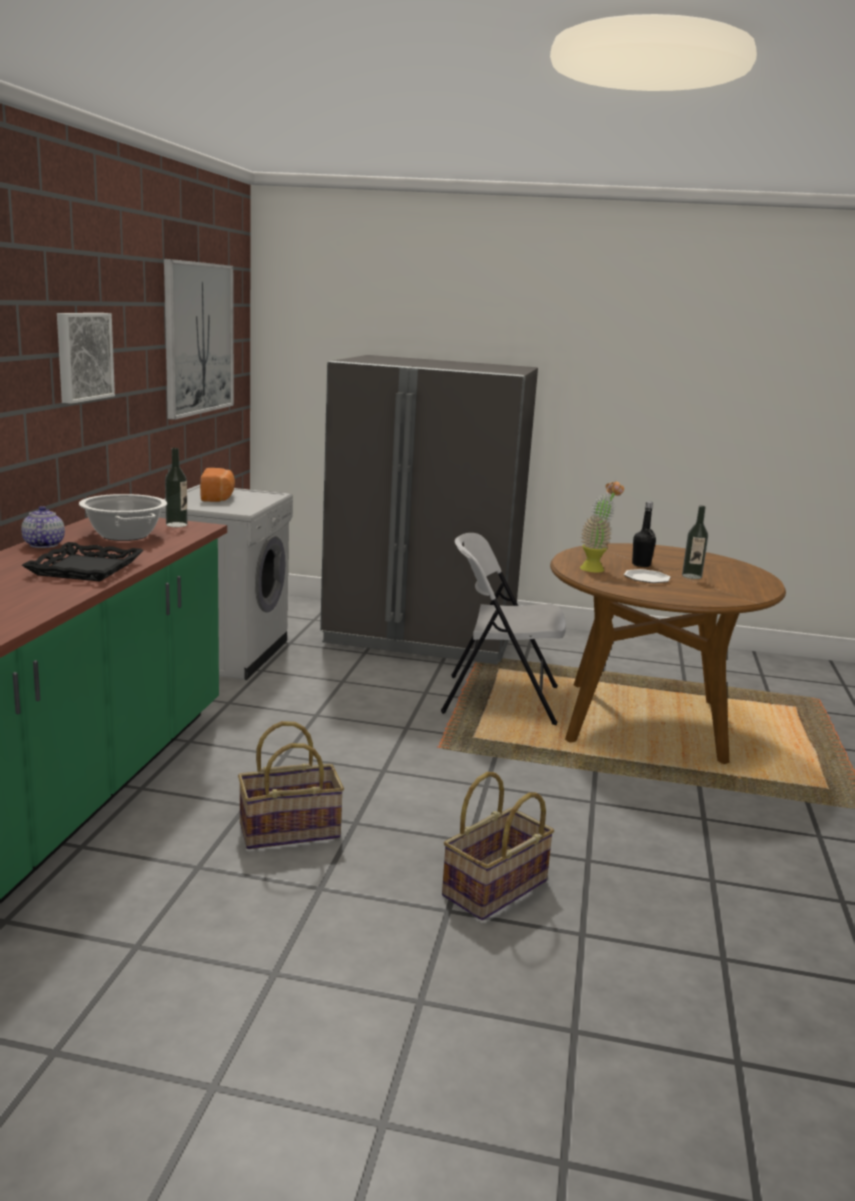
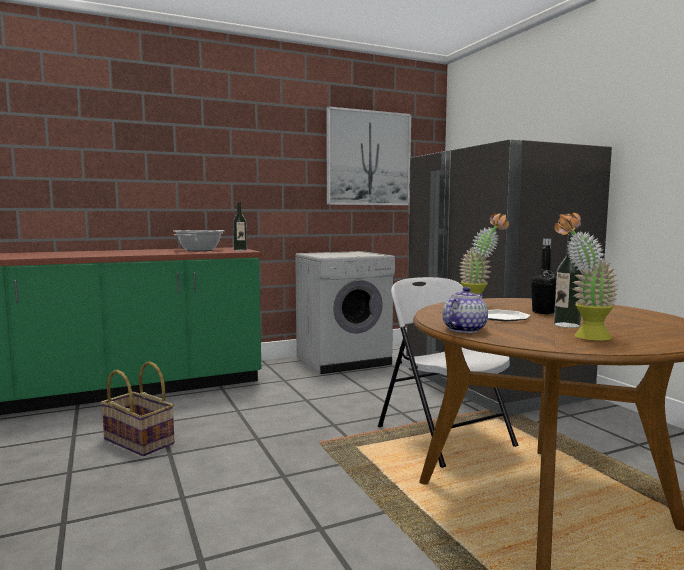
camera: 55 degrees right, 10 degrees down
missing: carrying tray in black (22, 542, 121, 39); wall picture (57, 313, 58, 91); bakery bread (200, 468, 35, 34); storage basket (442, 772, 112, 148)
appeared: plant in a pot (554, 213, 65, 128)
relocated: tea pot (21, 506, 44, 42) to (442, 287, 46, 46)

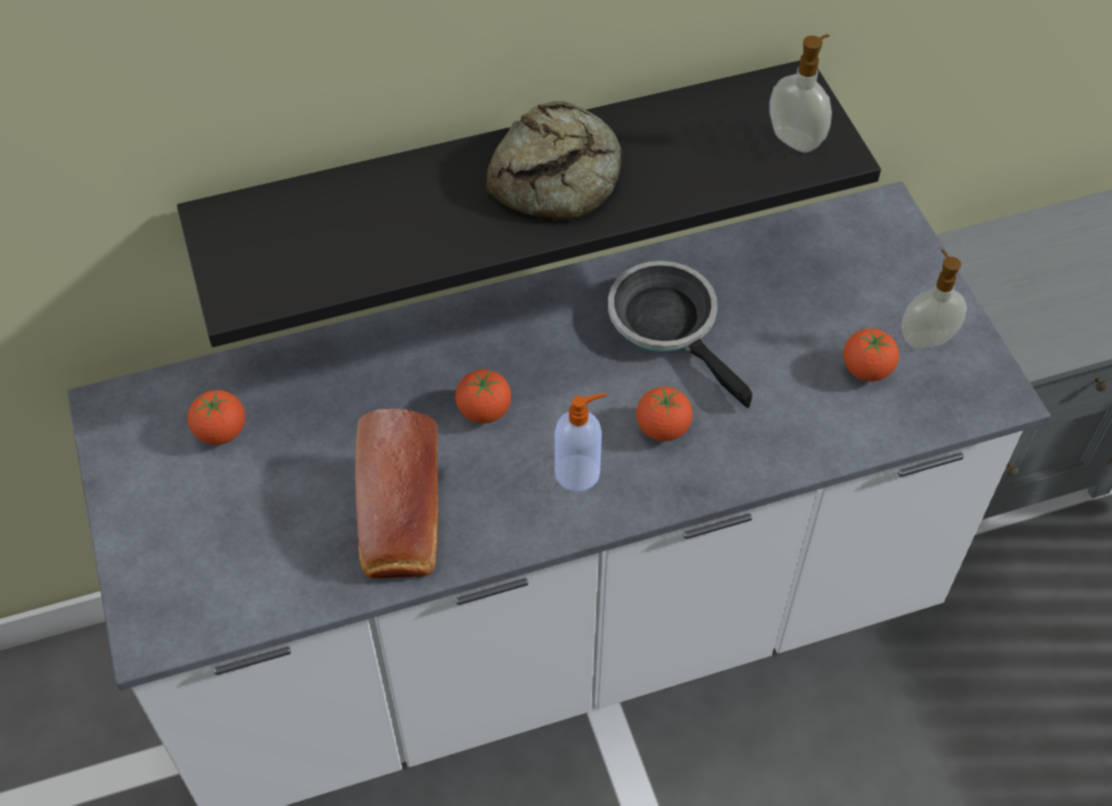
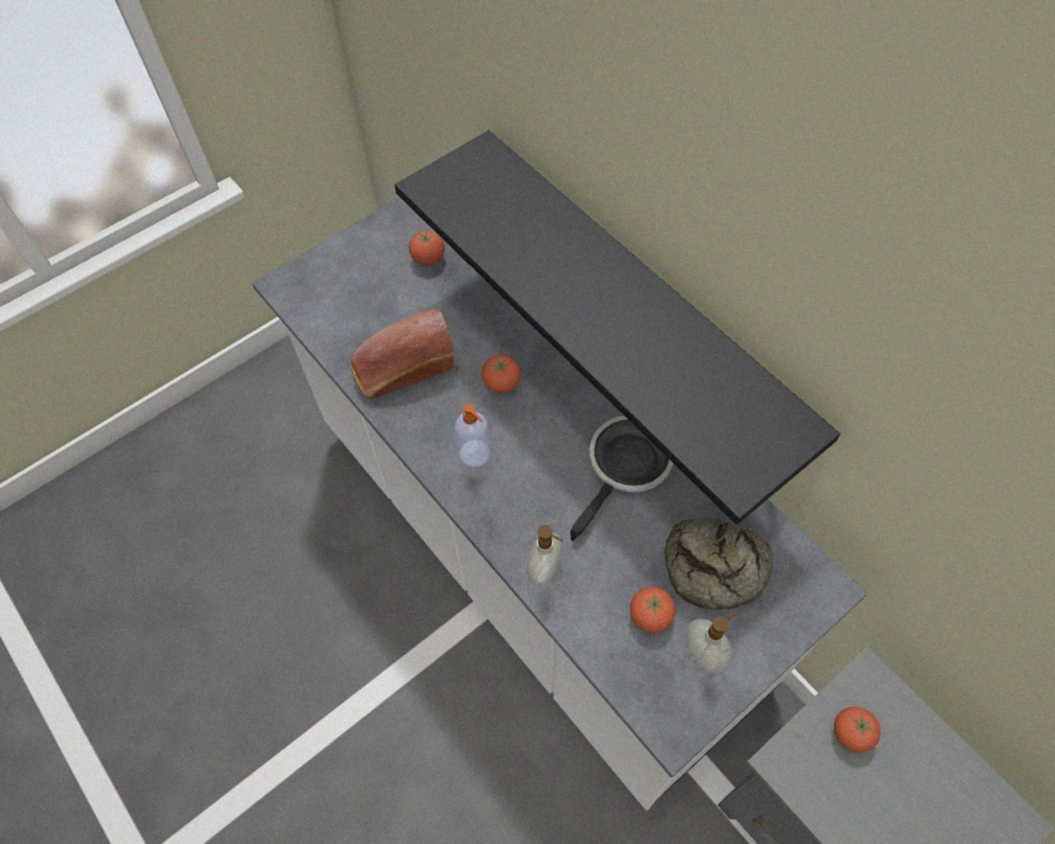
camera: 70 degrees right, 5 degrees up
relocated: soap bottle (769, 34, 63, 118) to (527, 525, 36, 61); bakery bread (487, 101, 134, 119) to (665, 519, 108, 91); whole tomato (636, 387, 57, 54) to (834, 706, 46, 47)

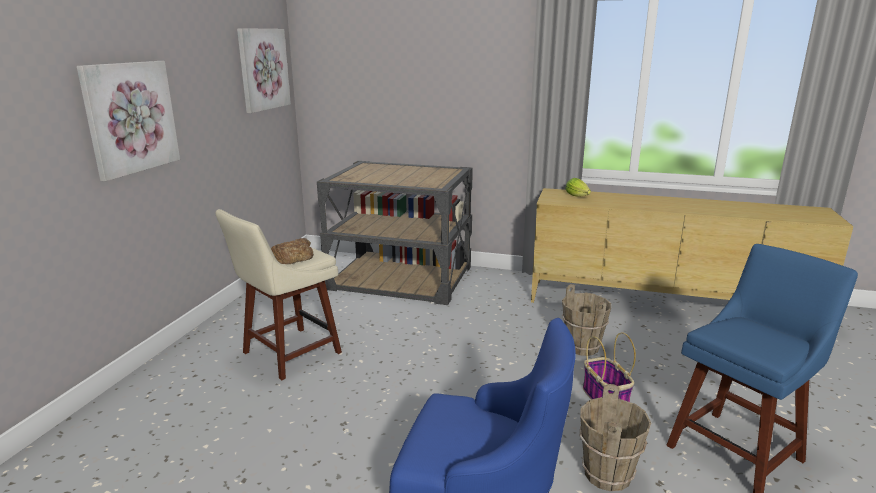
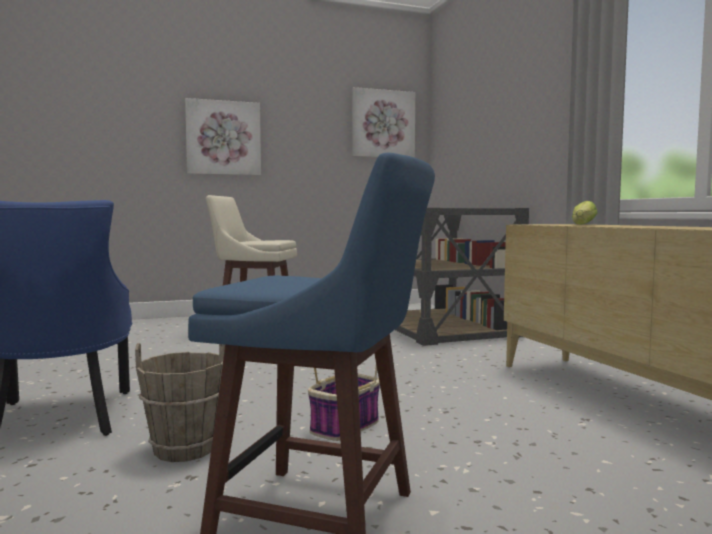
camera: 55 degrees right, 15 degrees down
missing: bakery bread (271, 238, 43, 26); pail in brownish (562, 284, 49, 72)

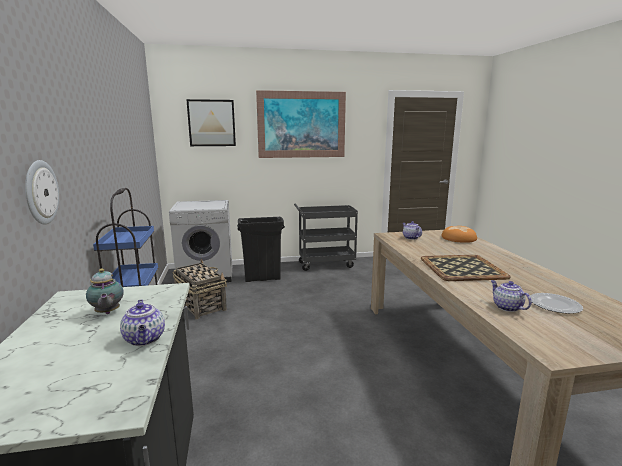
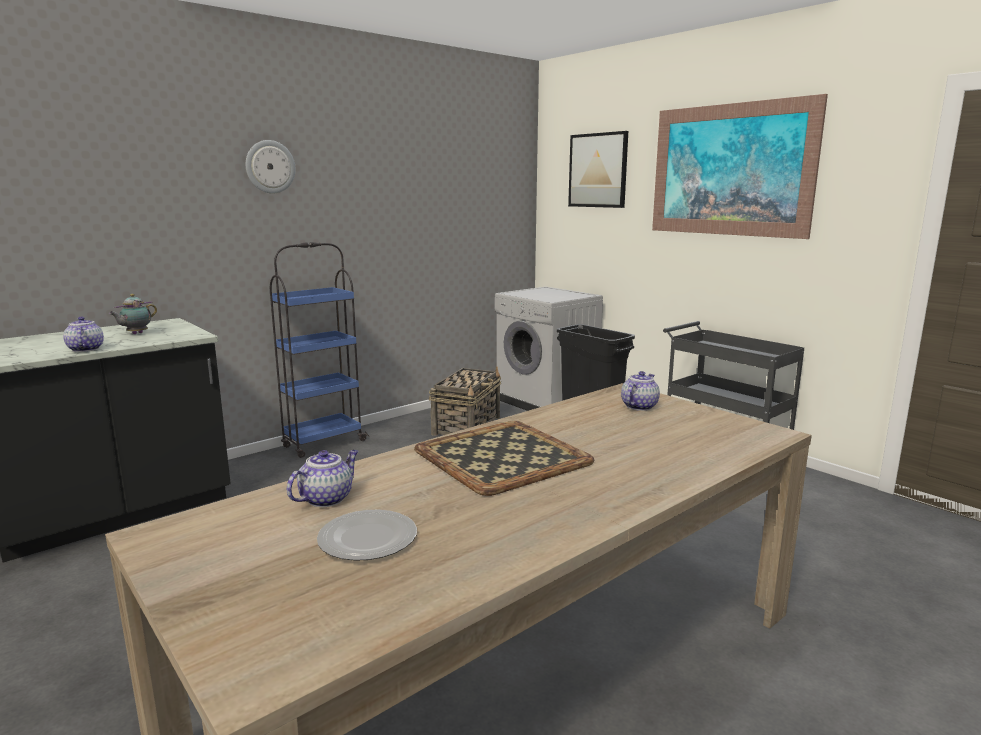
camera: 60 degrees right, 0 degrees up
missing: bakery bread (441, 226, 36, 17)
relocated: wall clock (25, 160, 34, 65) to (246, 140, 50, 54)
spun: tea pot (120, 299, 45, 47) = (63, 317, 41, 35) 120 degrees clockwise

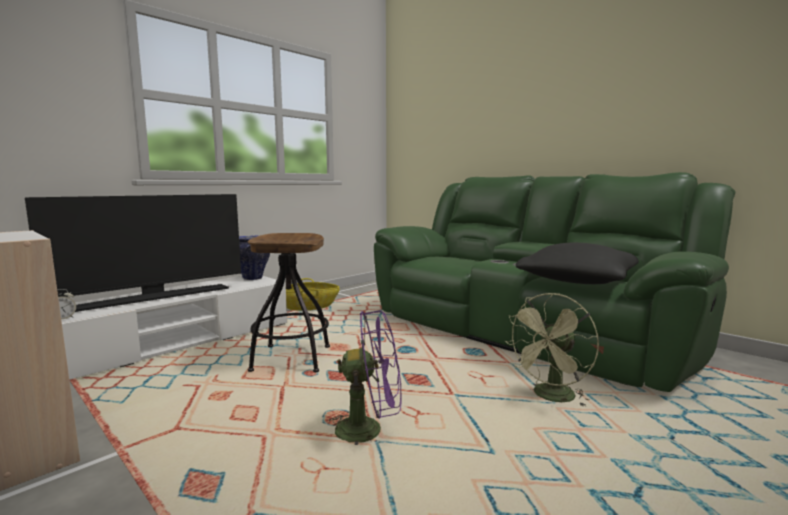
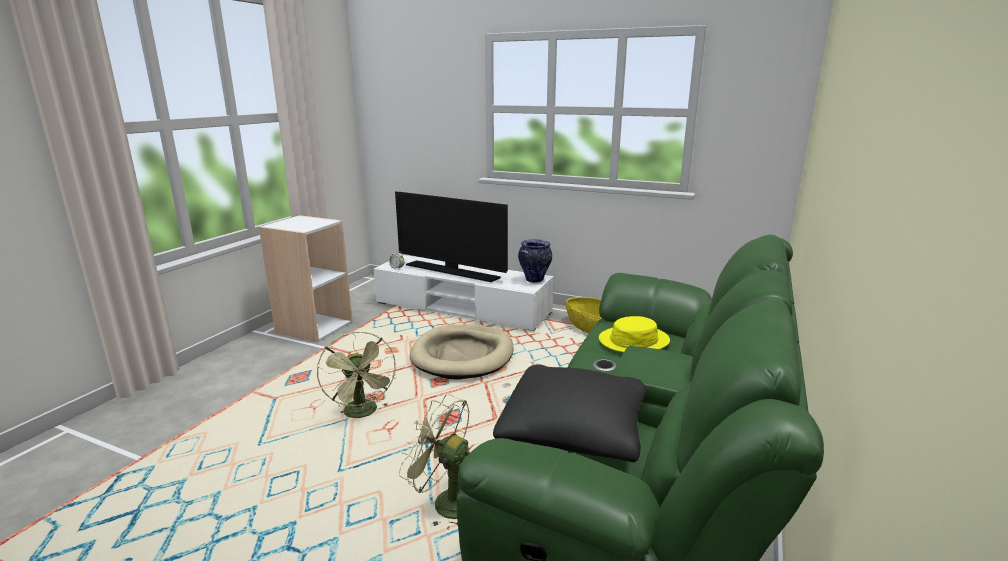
camera: 70 degrees right, 10 degrees up
appeared: wearable hat in yellow-coloured (599, 316, 71, 36)
exchanged: sitting stool in brownish (248, 233, 82, 139) to dog bed in sand-coloured (410, 324, 104, 56)
colour: electric fan in purple-coloured (329, 310, 72, 135) to electric fan in green (317, 331, 80, 87)

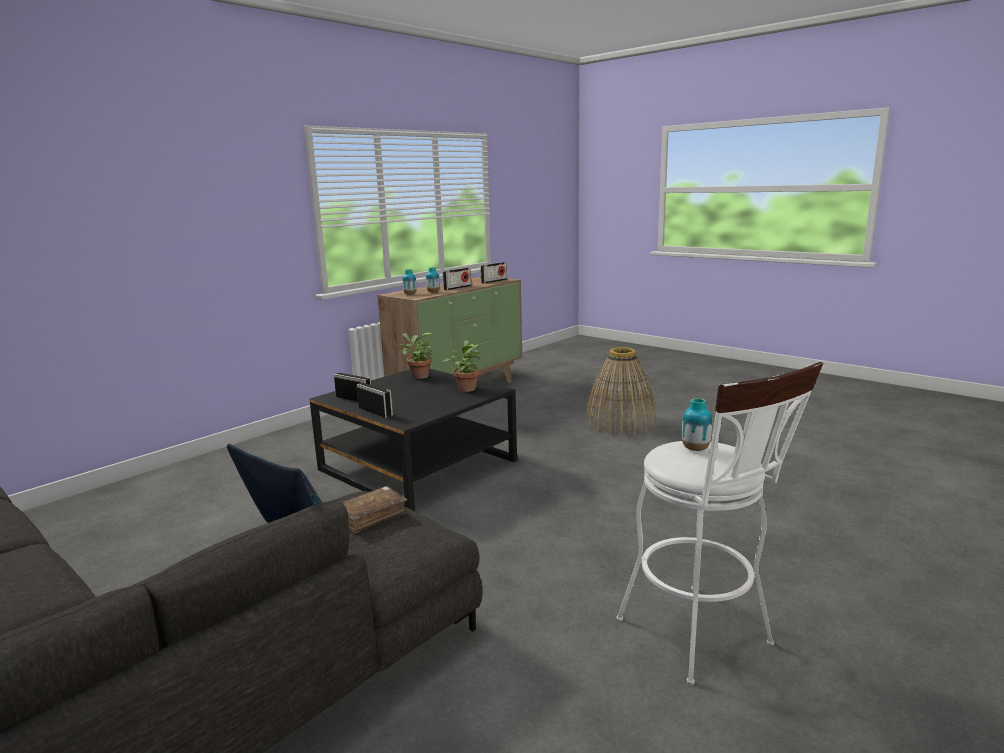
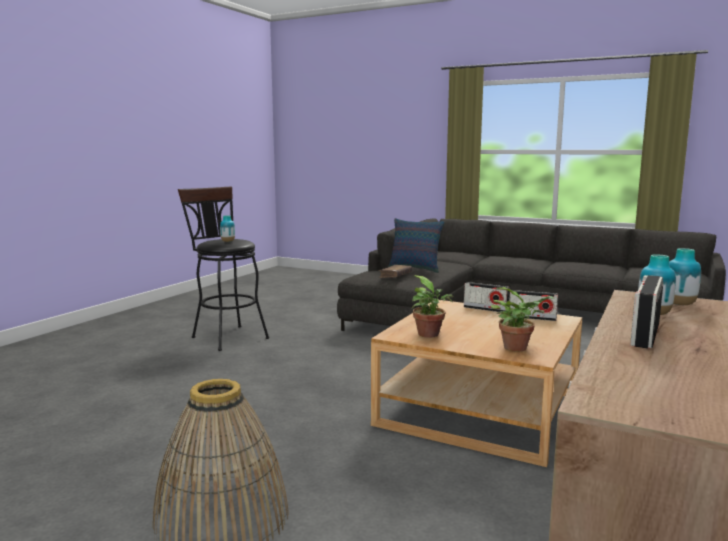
camera: 165 degrees right, 5 degrees down
missing: radio receiver (480, 262, 27, 22)
colour: sitting stool in white (616, 362, 207, 323) to sitting stool in black (178, 186, 91, 165); lounge table in black (309, 369, 208, 142) to lounge table in sand-coloured (371, 300, 211, 167)

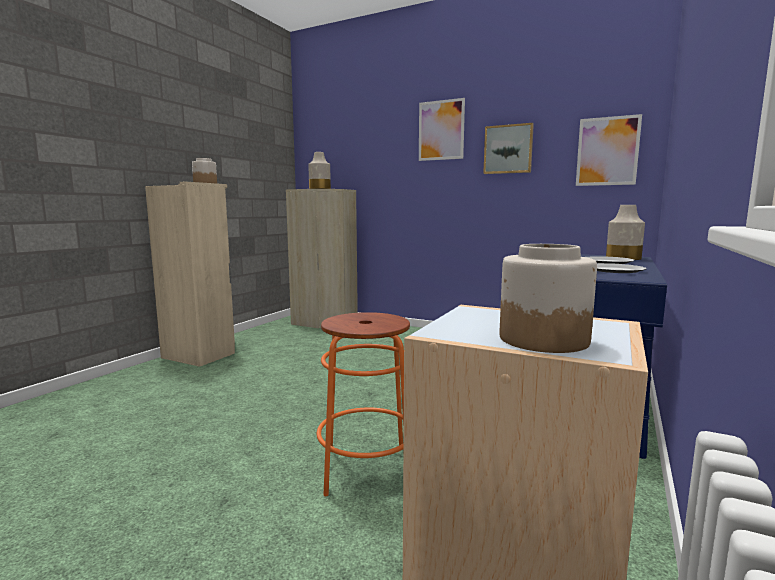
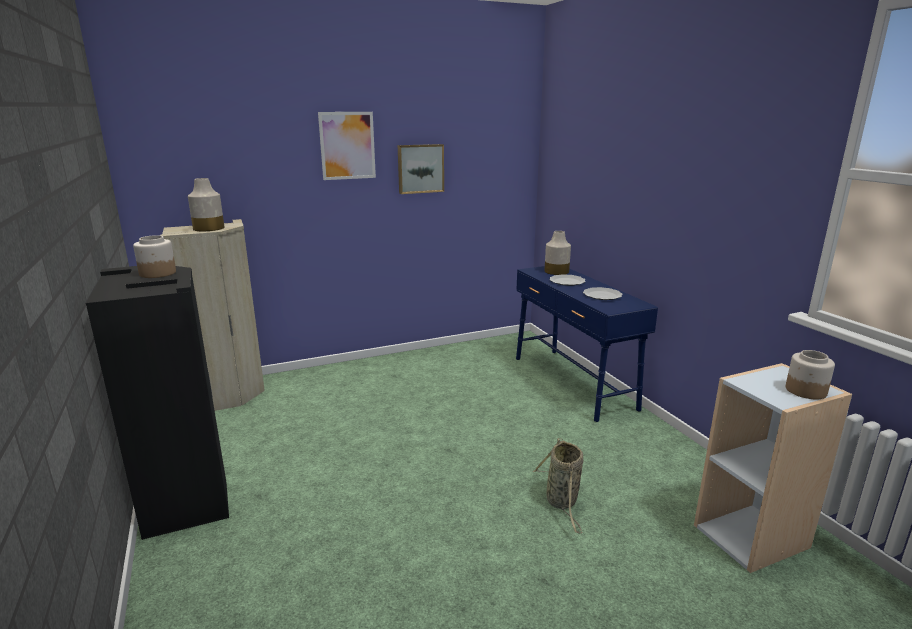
camera: 50 degrees left, 10 degrees up
missing: wall picture (576, 114, 66, 72)
exchanged: sitting stool in orange-coloured (317, 312, 93, 184) to storage basket (533, 438, 50, 96)
colour: storage cabinet in sand-coloured (145, 182, 90, 185) to storage cabinet in black (86, 266, 143, 274)

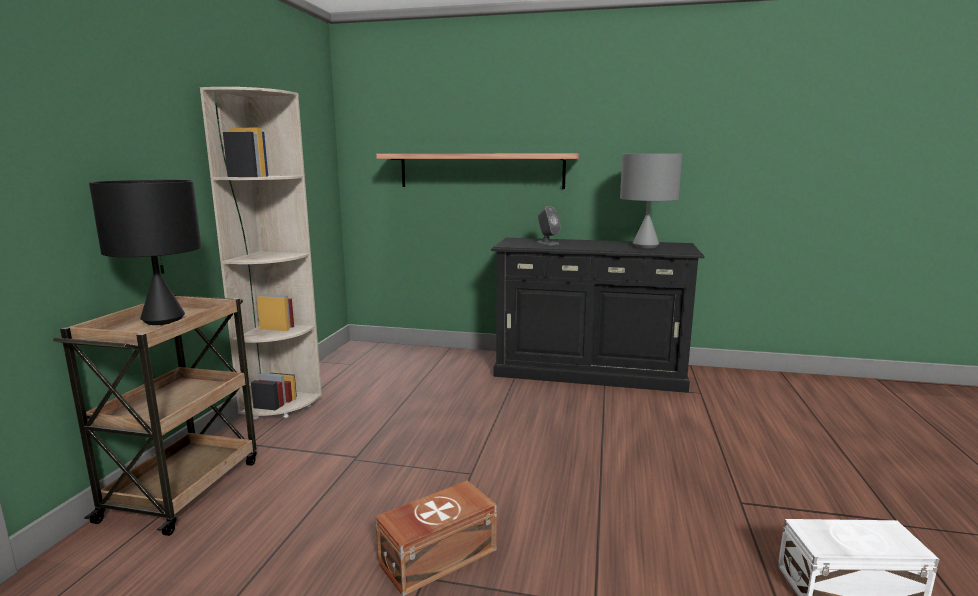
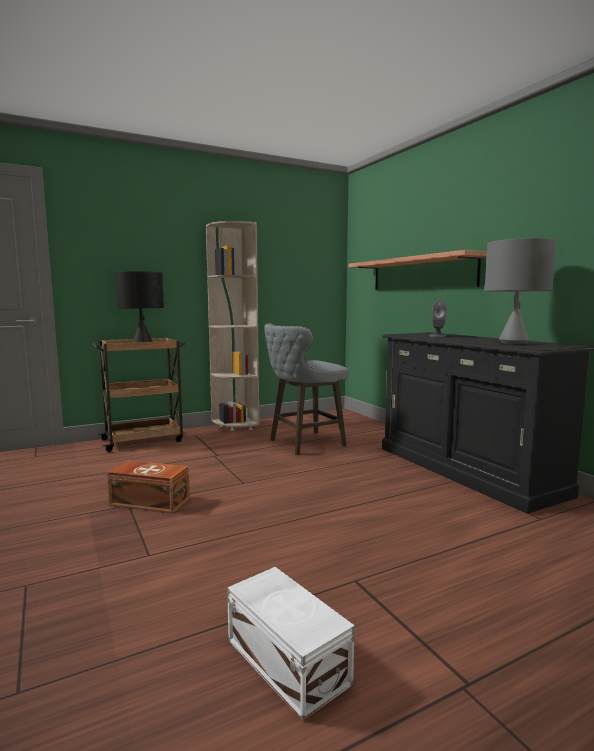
camera: 50 degrees right, 5 degrees down
appeared: sitting stool in gray (264, 323, 85, 132)

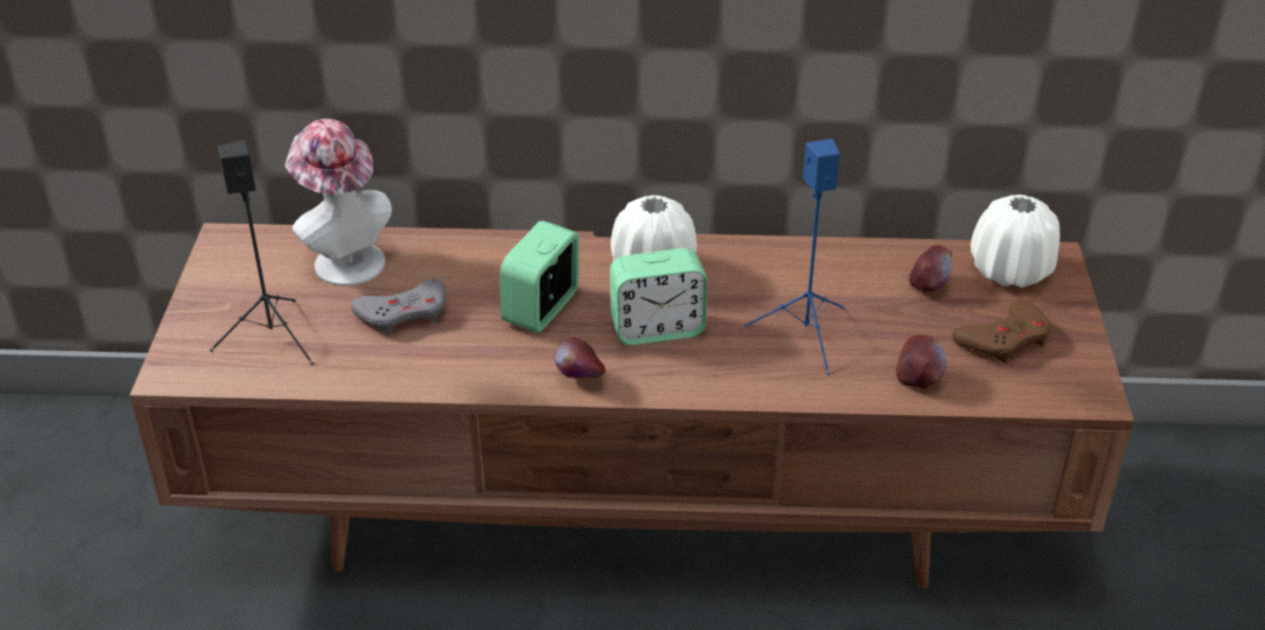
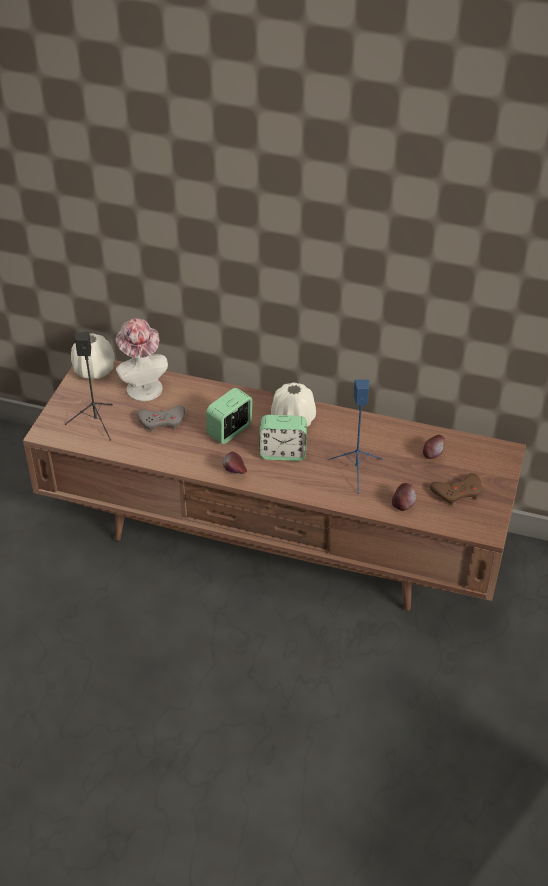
camera: 15 degrees right, 5 degrees up
relocated: vase in white (971, 195, 89, 93) to (71, 334, 44, 46)

